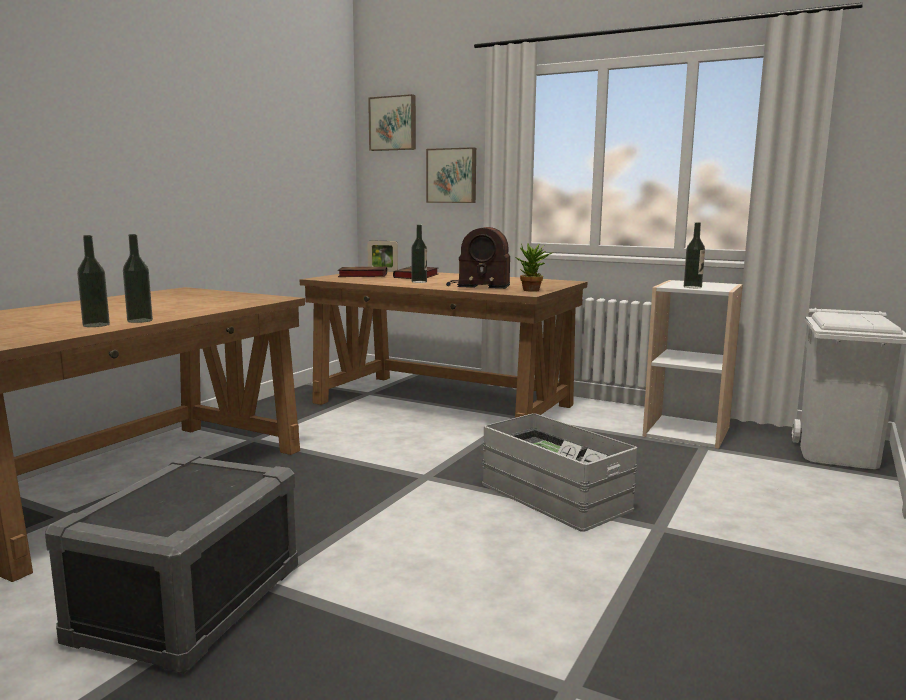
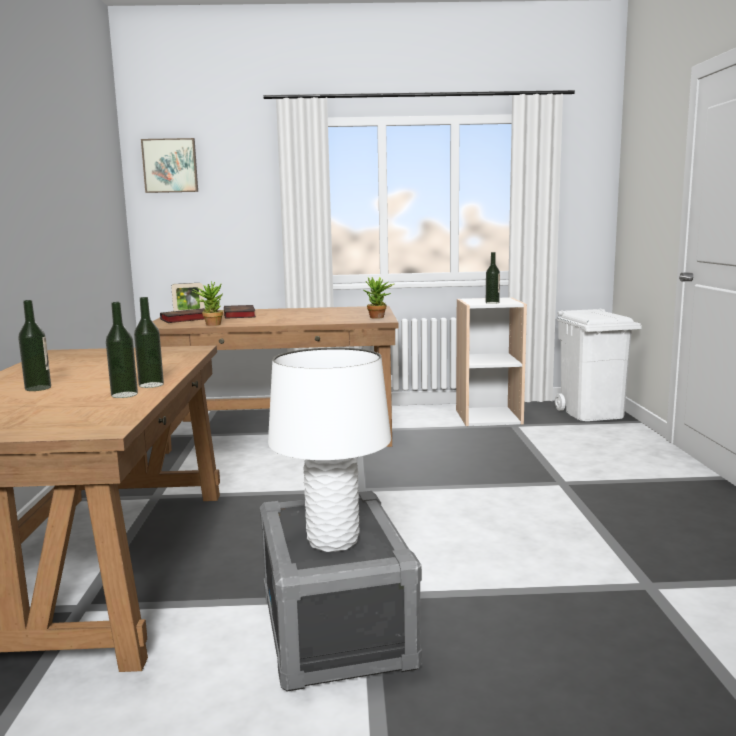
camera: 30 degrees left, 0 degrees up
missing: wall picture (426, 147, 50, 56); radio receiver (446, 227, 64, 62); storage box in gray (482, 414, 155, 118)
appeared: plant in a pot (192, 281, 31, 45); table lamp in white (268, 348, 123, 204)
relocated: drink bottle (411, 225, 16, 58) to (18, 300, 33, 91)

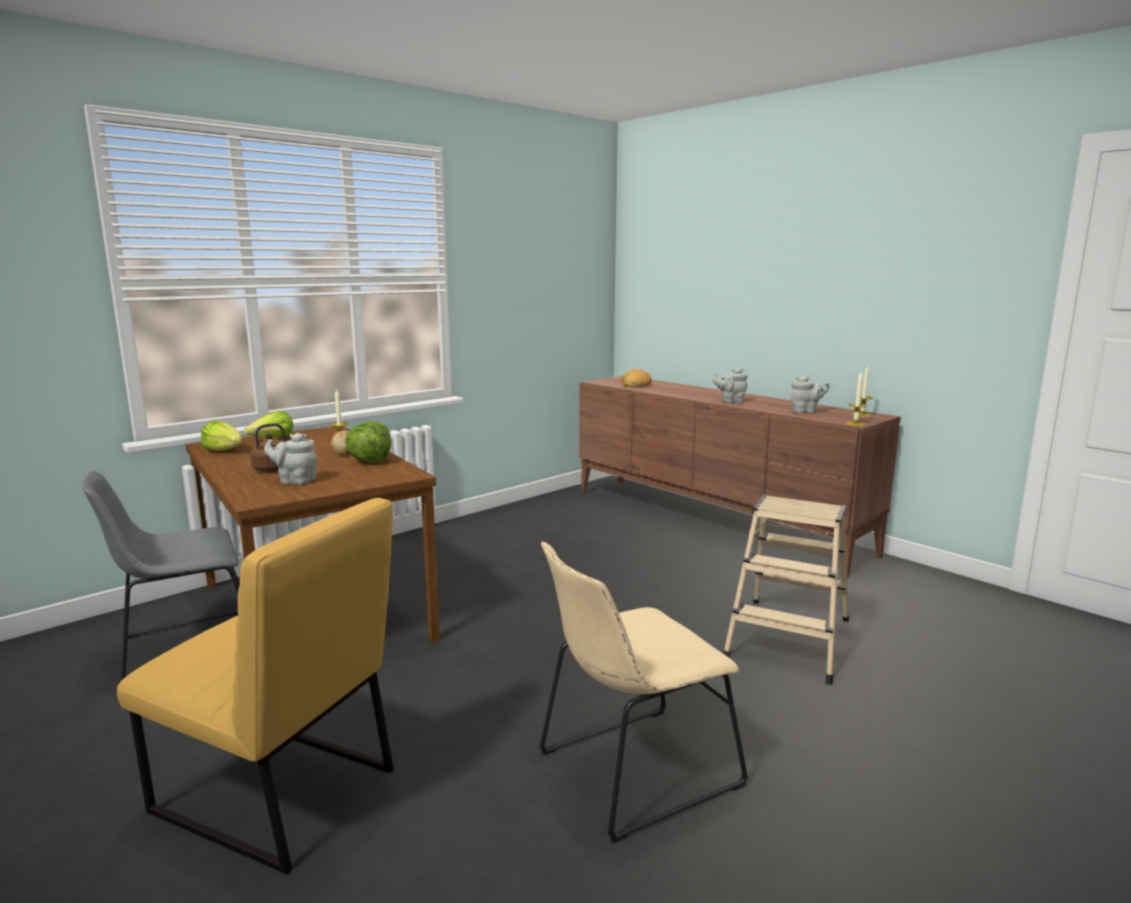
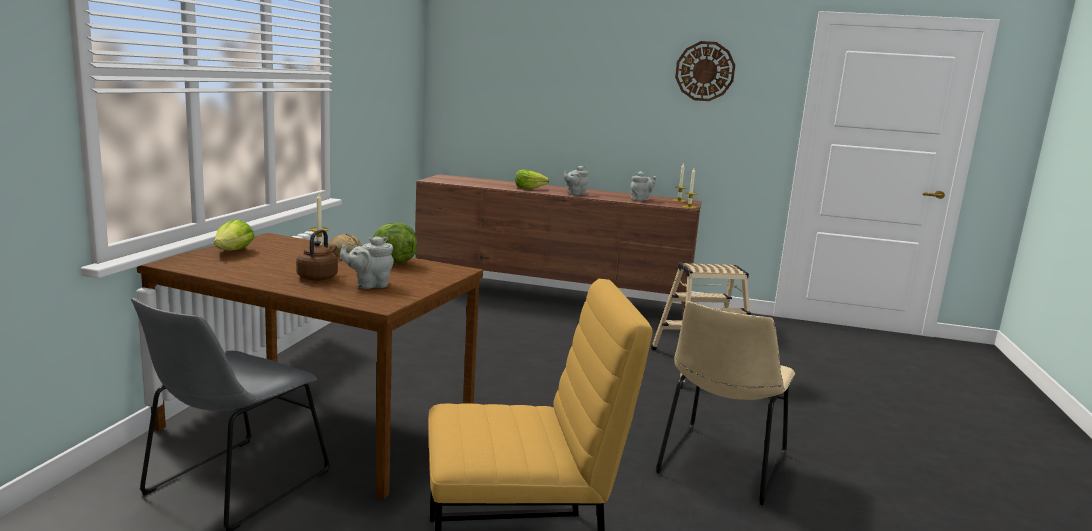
camera: 35 degrees left, 0 degrees up
missing: bakery bread (622, 369, 30, 19)
appeared: wall clock (675, 41, 60, 60)
relocated: head of lettuce (201, 421, 41, 30) to (515, 169, 35, 20)

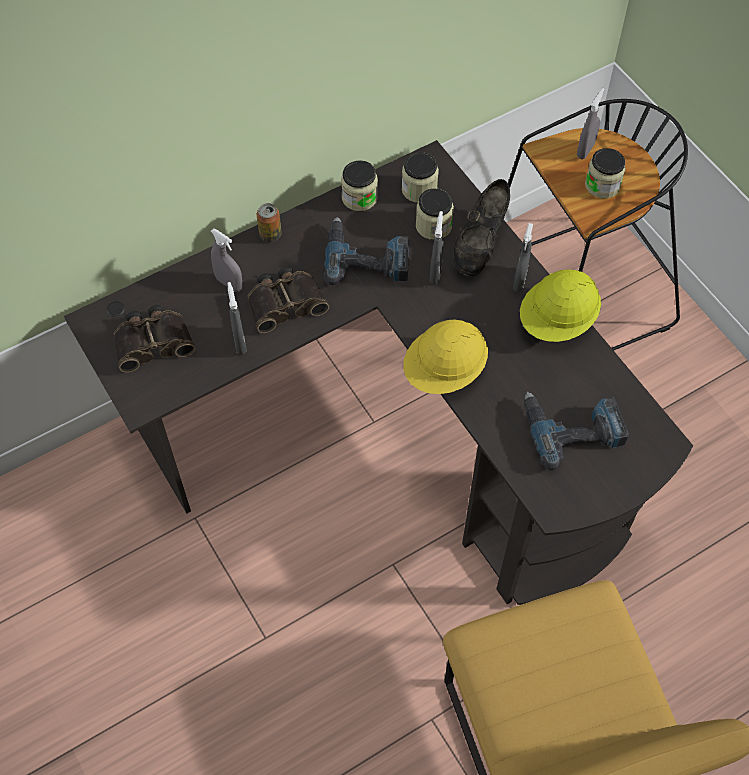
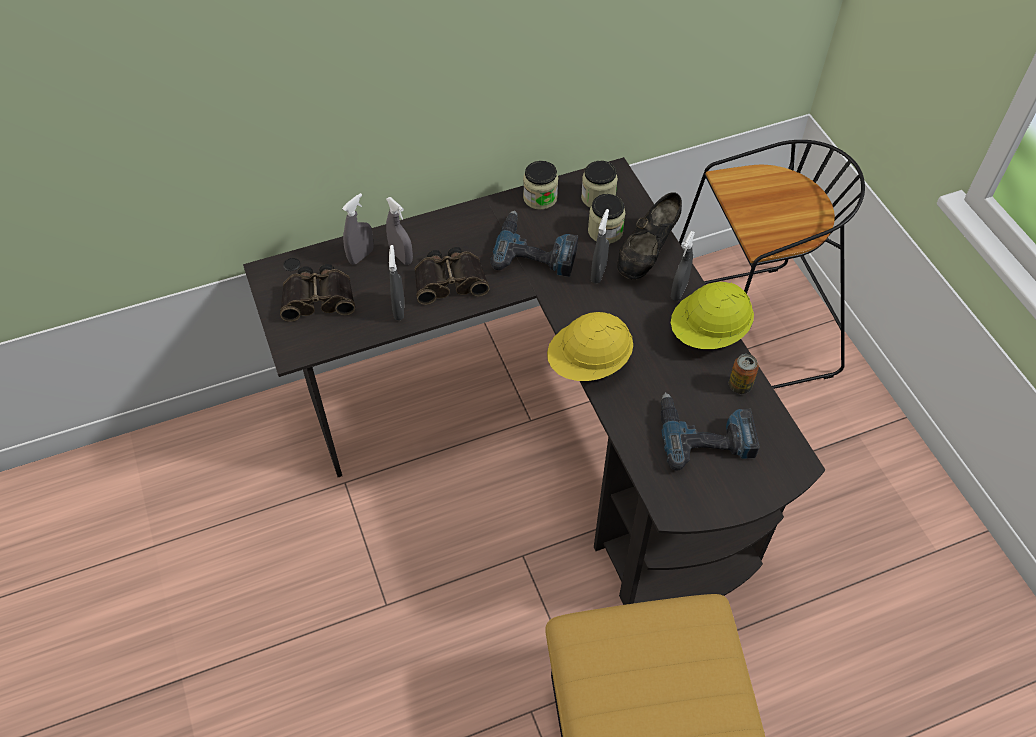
camera: 10 degrees right, 5 degrees down
missing: storage jar (585, 148, 41, 50)
relocated: spray bottle in gray (577, 88, 28, 71) to (342, 193, 32, 71); can (257, 203, 25, 39) to (729, 354, 30, 40)

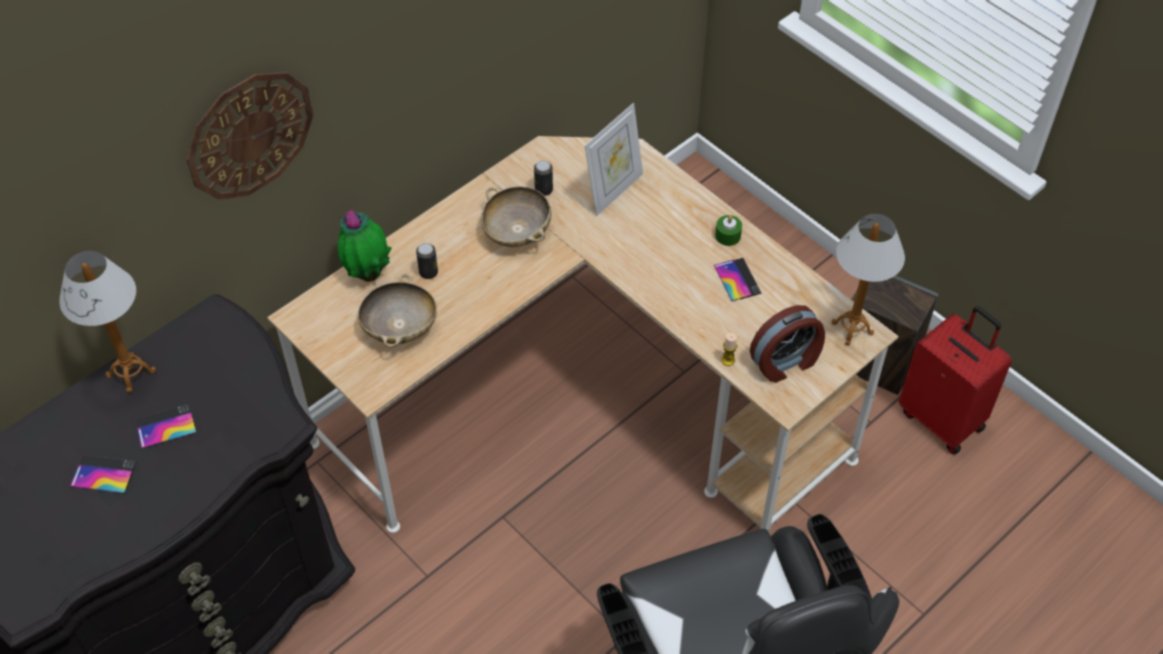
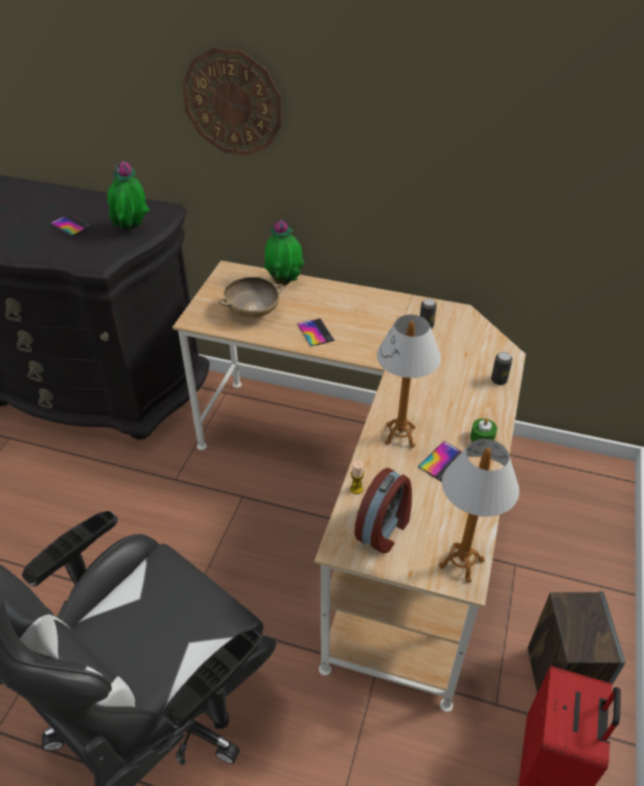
camera: 60 degrees right, 10 degrees down
missing: deep dish in sand-coloured (481, 186, 70, 61); picture frame (585, 103, 58, 113)
appeared: plant in a pot (107, 161, 43, 70)
relocated: telephone (70, 455, 67, 39) to (297, 318, 38, 28); table lamp (59, 251, 97, 142) to (377, 315, 64, 133); can (416, 243, 22, 36) to (491, 352, 22, 33)
spun: table clock (750, 305, 75, 78) = (355, 468, 57, 85) 90 degrees counterclockwise

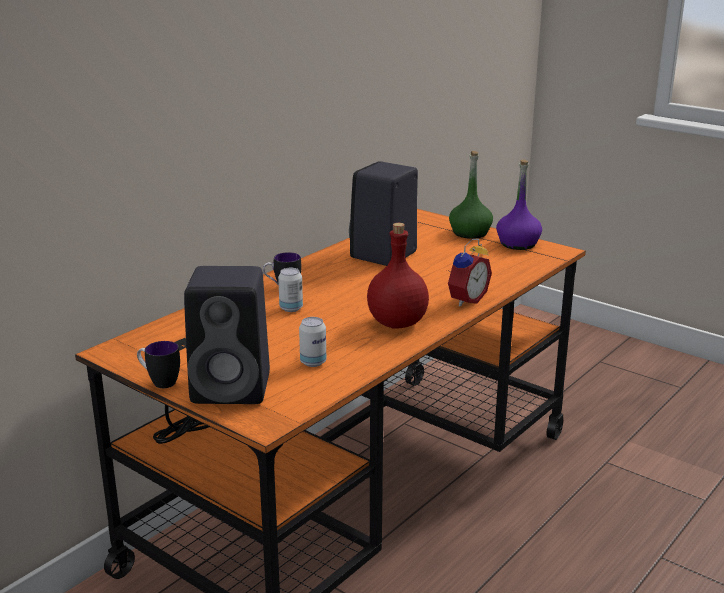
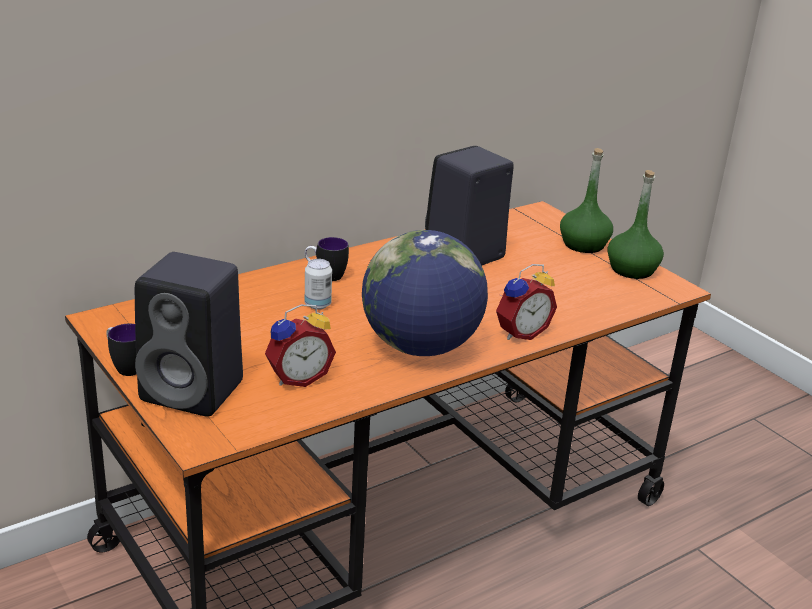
camera: 15 degrees right, 5 degrees up
exchanged: can (299, 317, 27, 50) to table clock (265, 304, 71, 83); drink bottle in reddish (367, 223, 62, 106) to world globe (362, 230, 126, 126)
colour: drink bottle in purple-coloured (496, 159, 46, 91) to drink bottle in green (607, 170, 57, 109)

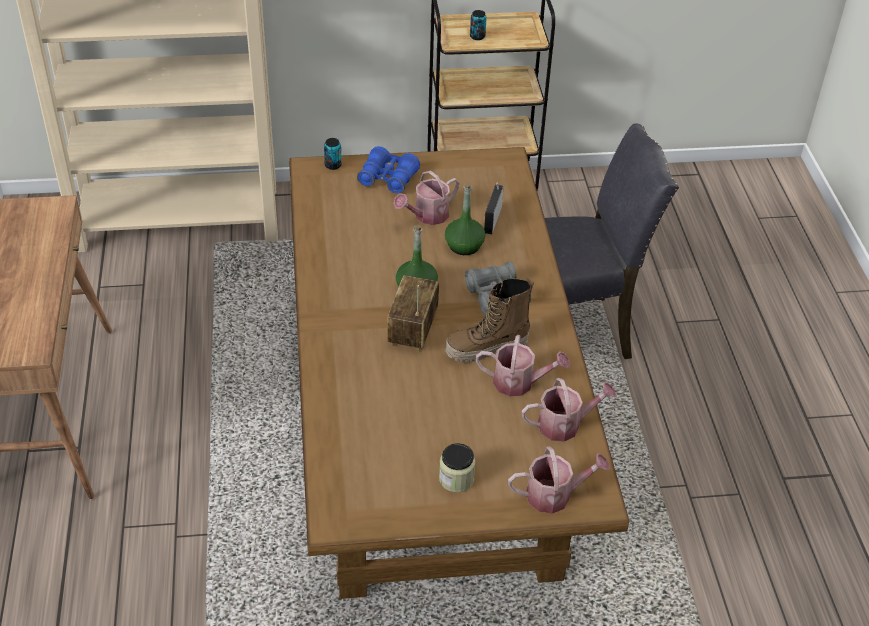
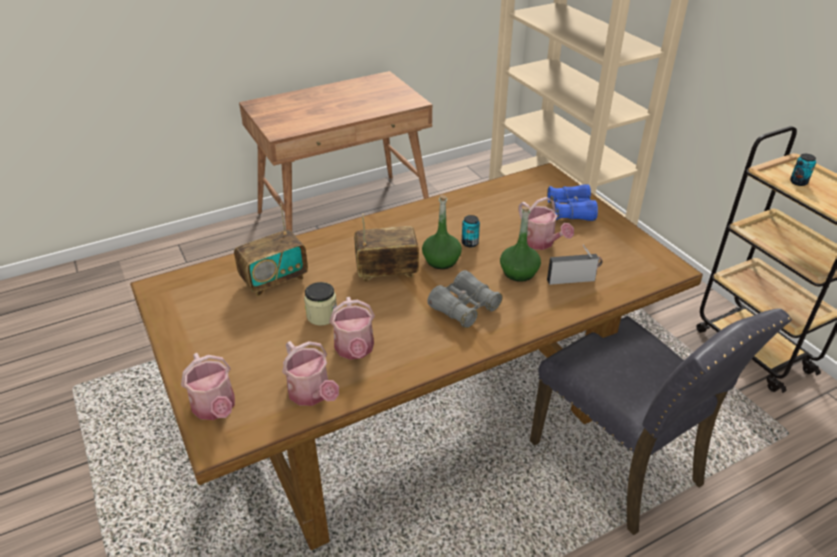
camera: 70 degrees right, 5 degrees down
missing: high-top boot (445, 277, 89, 86)
appeared: radio receiver (234, 203, 74, 94)
relocated: storage jar (439, 443, 36, 49) to (304, 282, 33, 44); can (324, 138, 18, 32) to (462, 215, 18, 32)
spun: watering can (393, 170, 66, 55) = (518, 197, 56, 53) 150 degrees counterclockwise

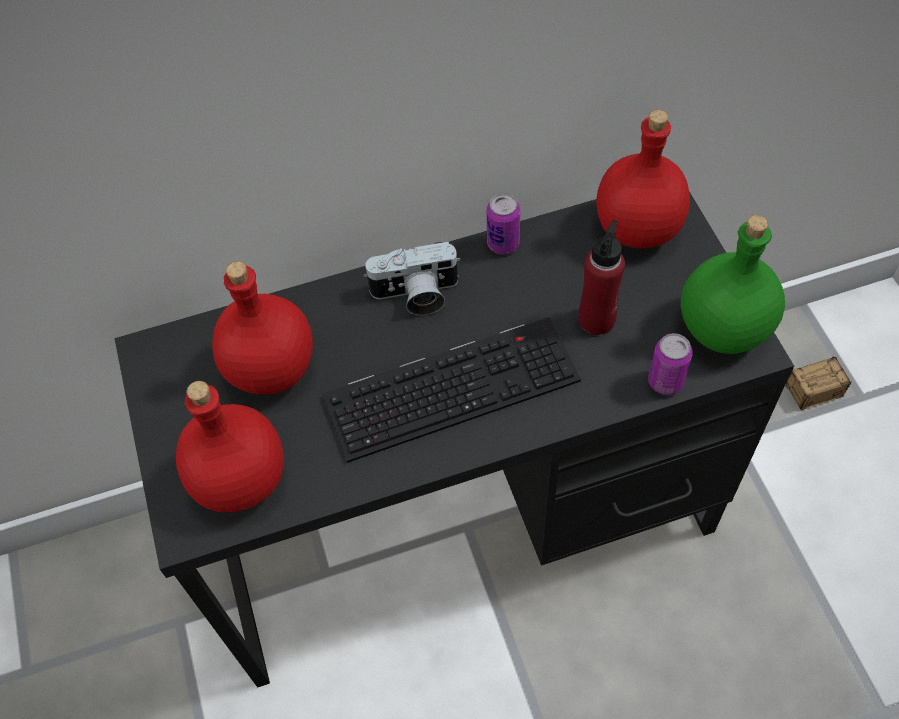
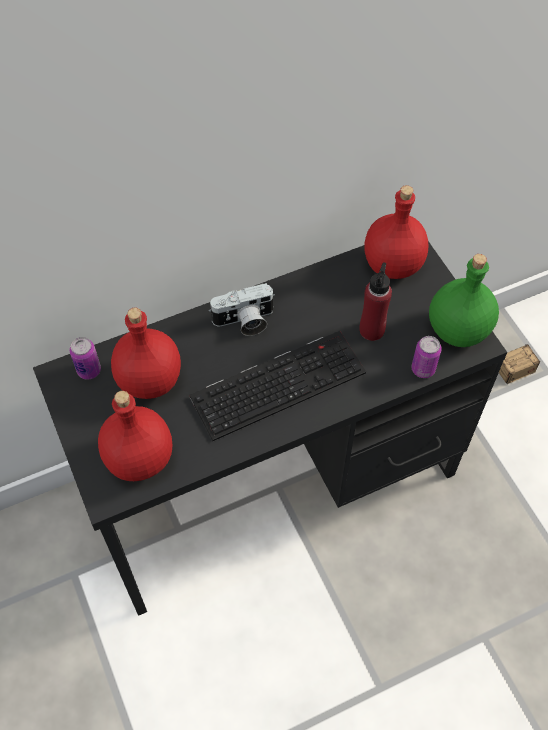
camera: 10 degrees left, 0 degrees up
relocated: can (487, 193, 33, 61) to (69, 337, 32, 43)

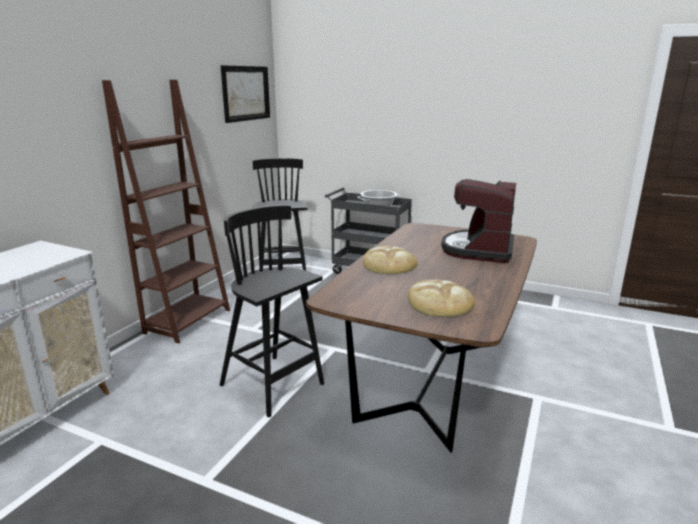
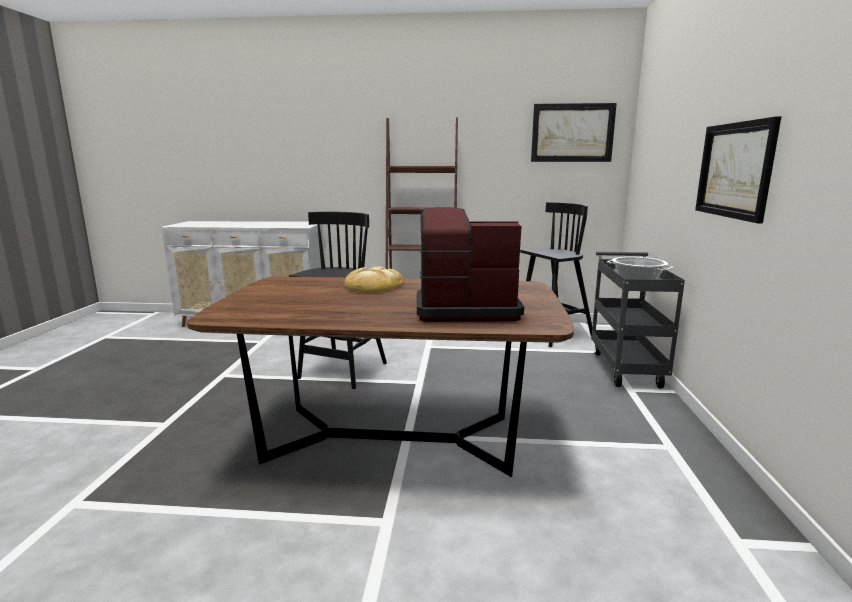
camera: 70 degrees right, 5 degrees down
missing: bakery bread (408, 280, 67, 37)
appeared: wall picture (695, 116, 86, 107)

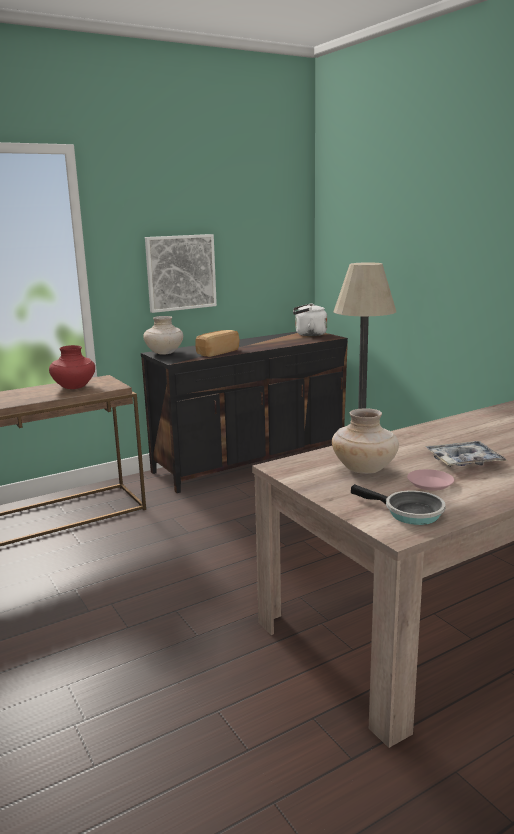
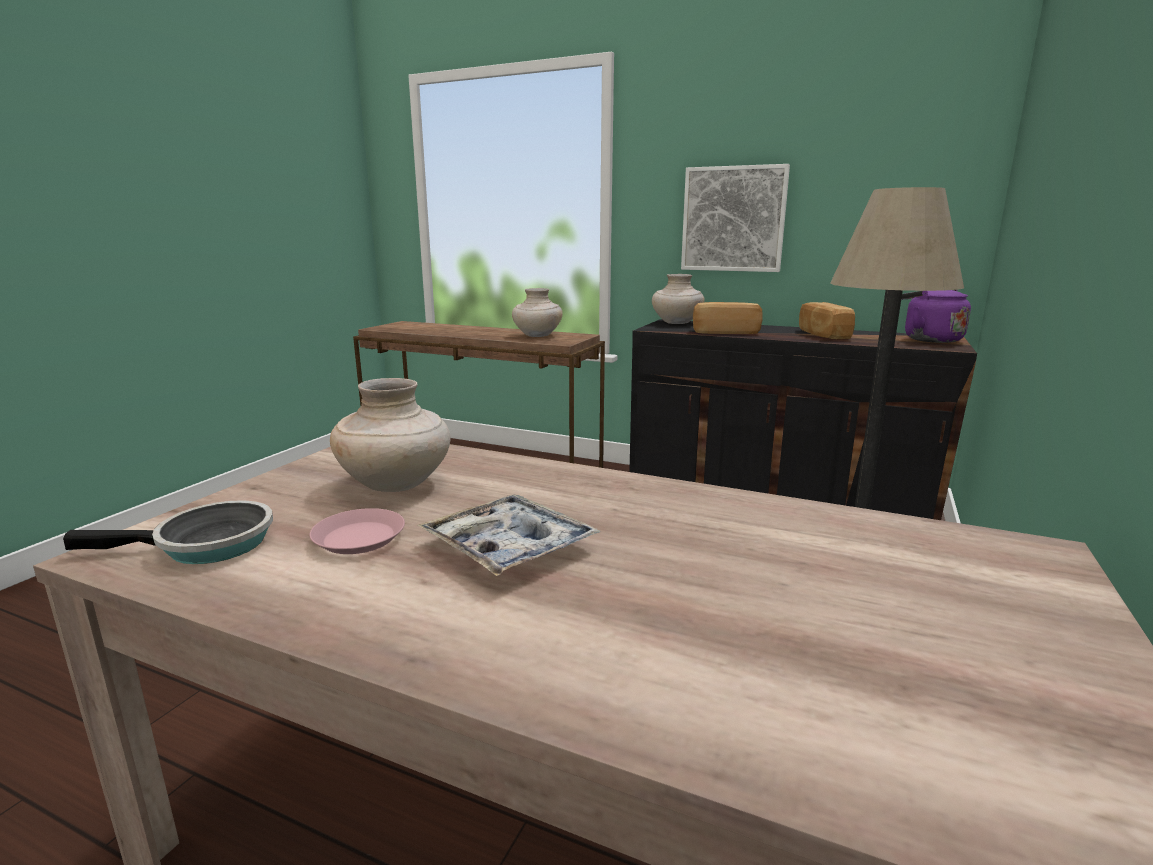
camera: 55 degrees right, 0 degrees up
appeared: bakery bread (799, 302, 56, 37)
colour: vase in reddish (49, 345, 46, 44) to vase in sand-coloured (512, 288, 51, 49); kettle in white (293, 303, 34, 33) to kettle in purple-coloured (901, 290, 70, 53)
spun: skillet (351, 484, 95, 41) = (63, 500, 210, 64) 105 degrees counterclockwise

